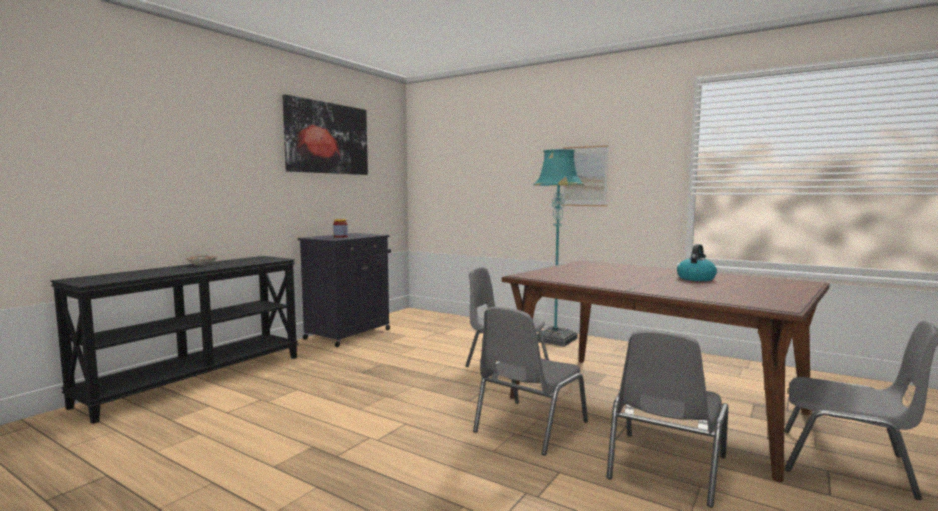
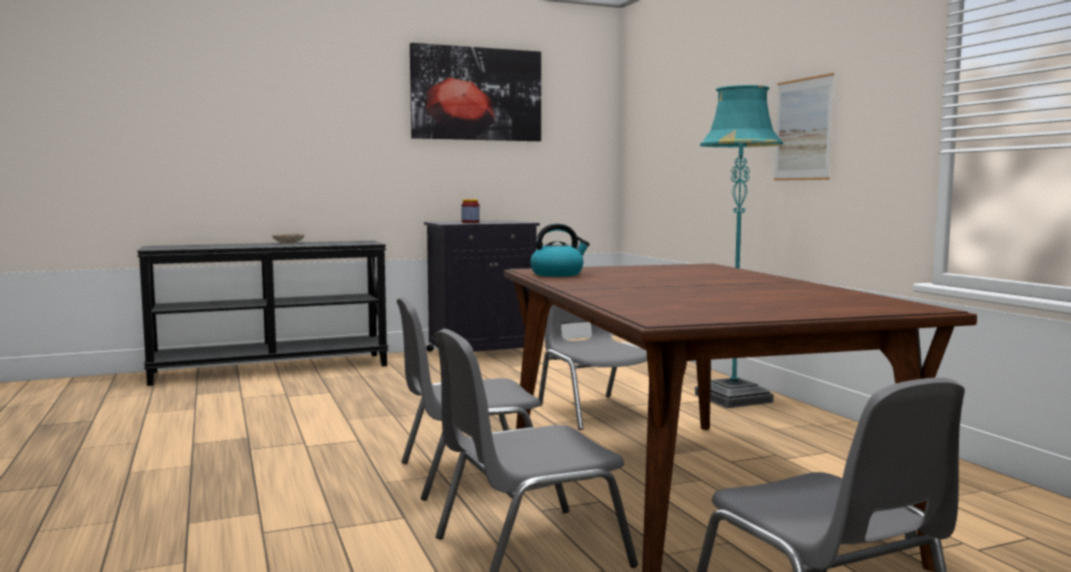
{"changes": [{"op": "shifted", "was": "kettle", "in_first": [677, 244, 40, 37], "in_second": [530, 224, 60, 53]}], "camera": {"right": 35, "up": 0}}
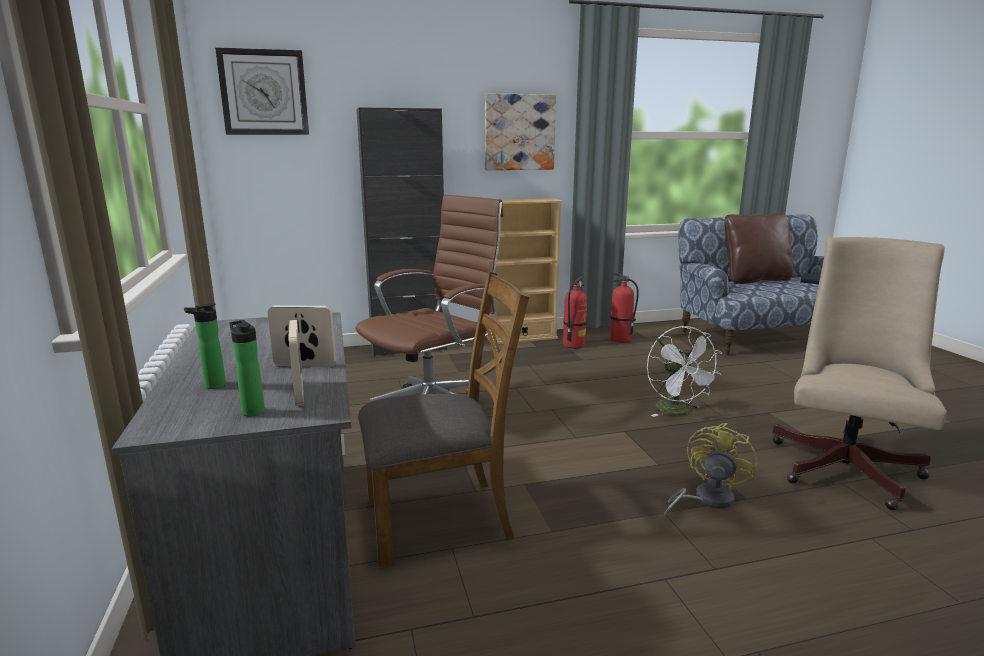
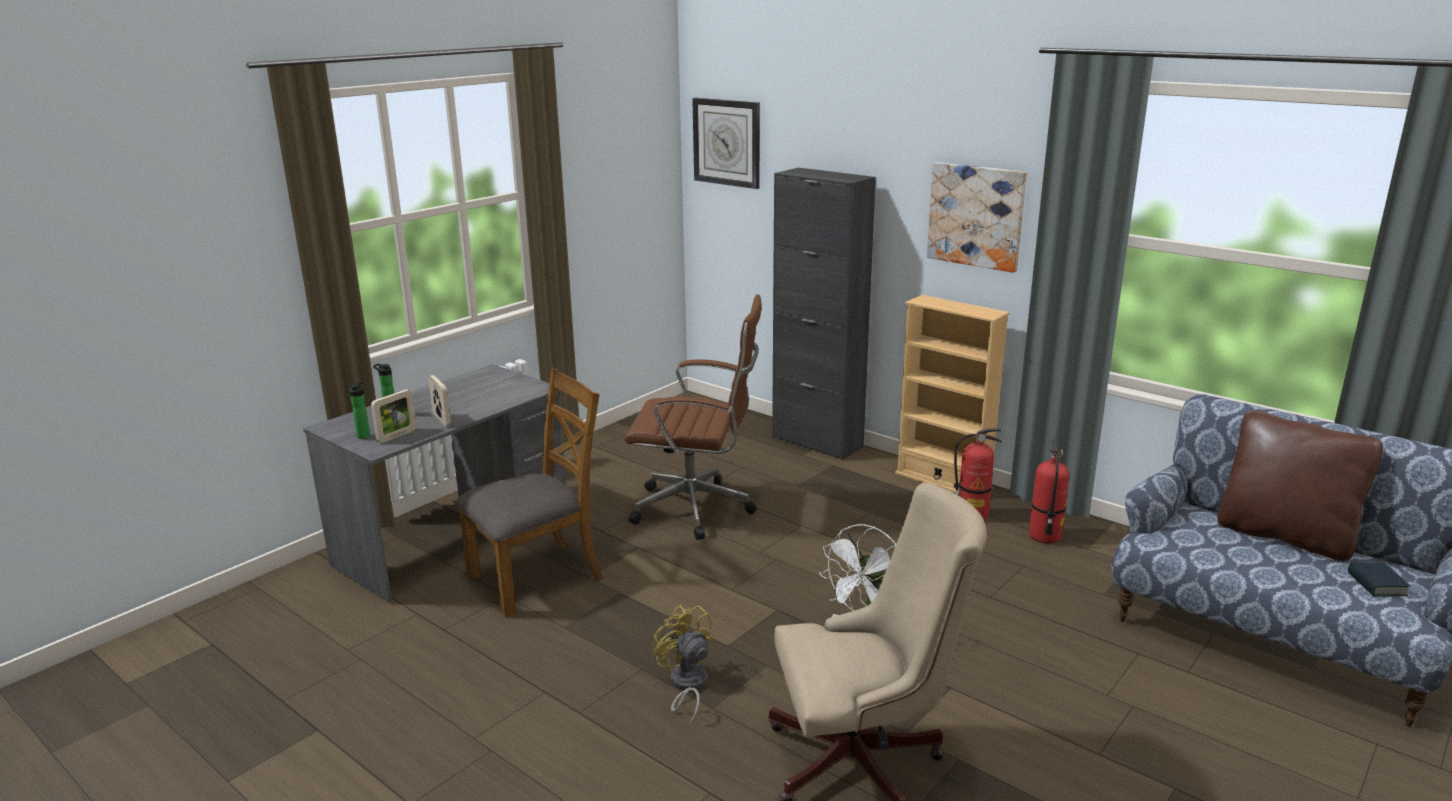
{"changes": [{"op": "rotated", "was": "chair (brown)", "in_first": [358, 271, 171, 295], "in_second": [456, 368, 147, 250], "clockwise": -75}, {"op": "rotated", "was": "fan (yellow)", "in_first": [664, 423, 93, 94], "in_second": [653, 605, 60, 120], "clockwise": -120}], "camera": {"right": 55, "up": 5}}
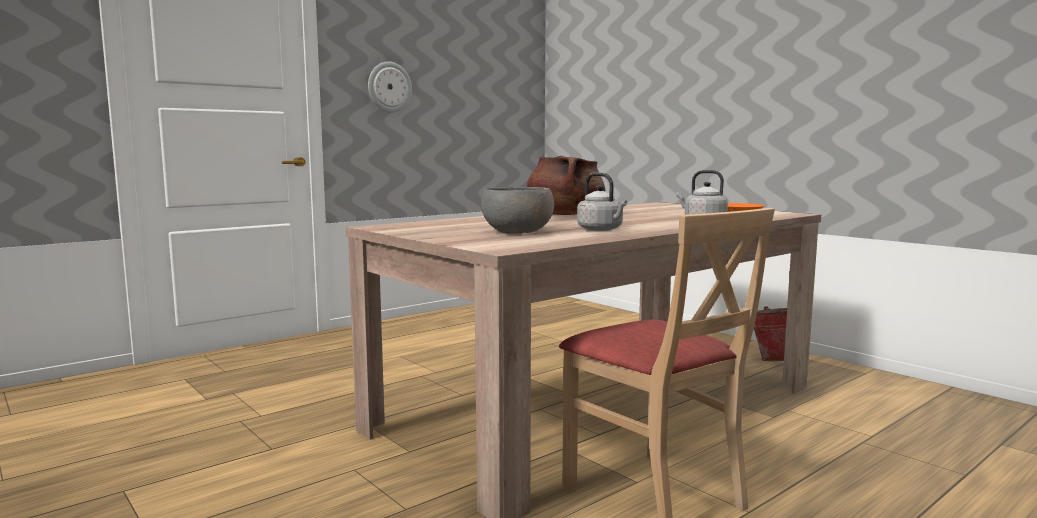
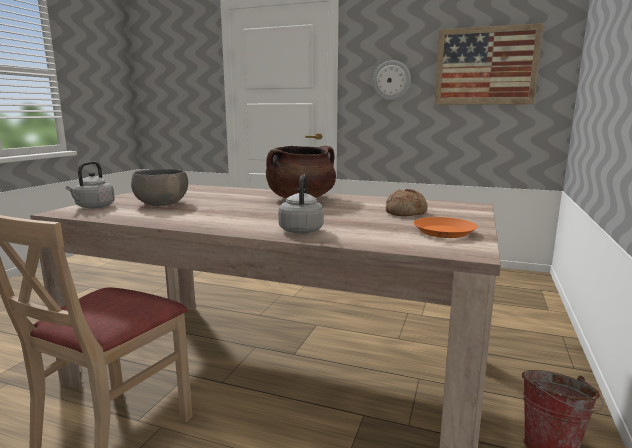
{"changes": [{"op": "shifted", "was": "kettle (grey)", "in_first": [577, 172, 50, 59], "in_second": [66, 161, 49, 48]}, {"op": "new", "now": "bread", "in_second": [385, 189, 43, 27]}, {"op": "new", "now": "picture", "in_second": [434, 23, 109, 82]}], "camera": {"right": 60, "up": 5}}
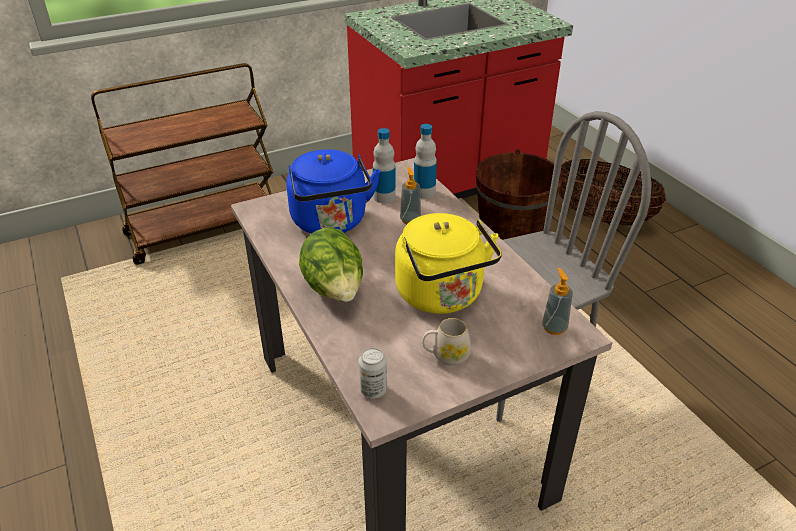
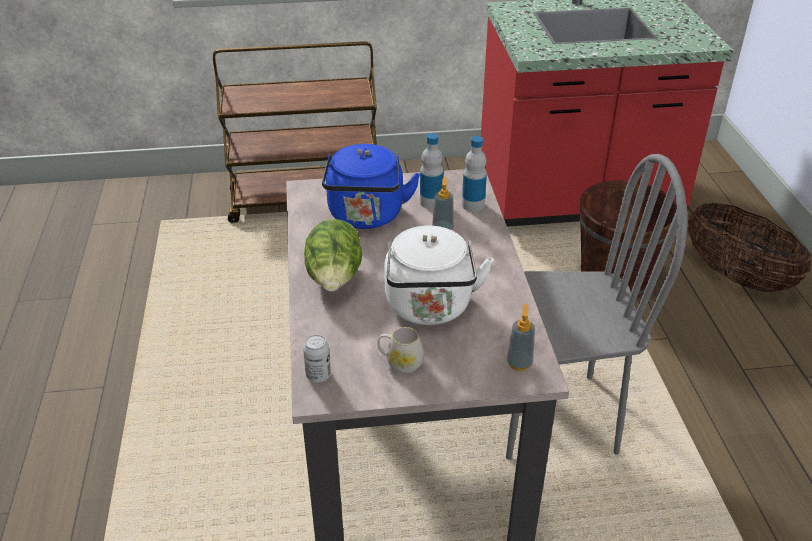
{"changes": [{"op": "repainted", "was": "kettle (yellow)", "now": "kettle (white)", "in_first": [395, 213, 107, 101], "in_second": [384, 226, 110, 99]}], "camera": {"right": 20, "up": 0}}
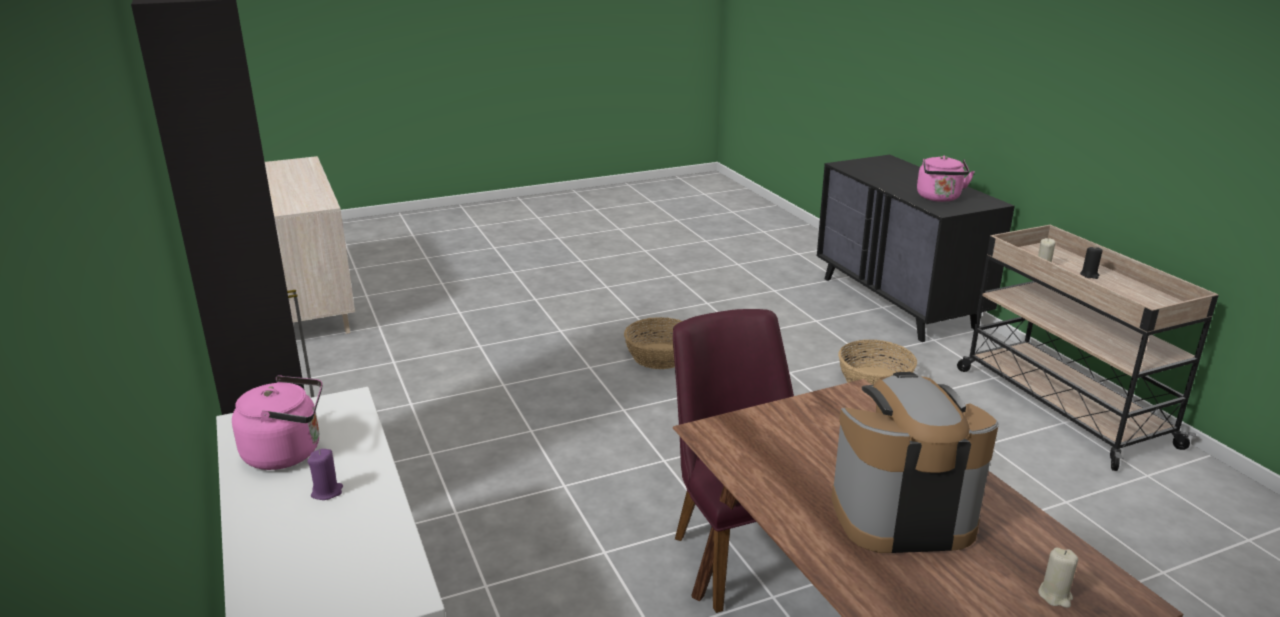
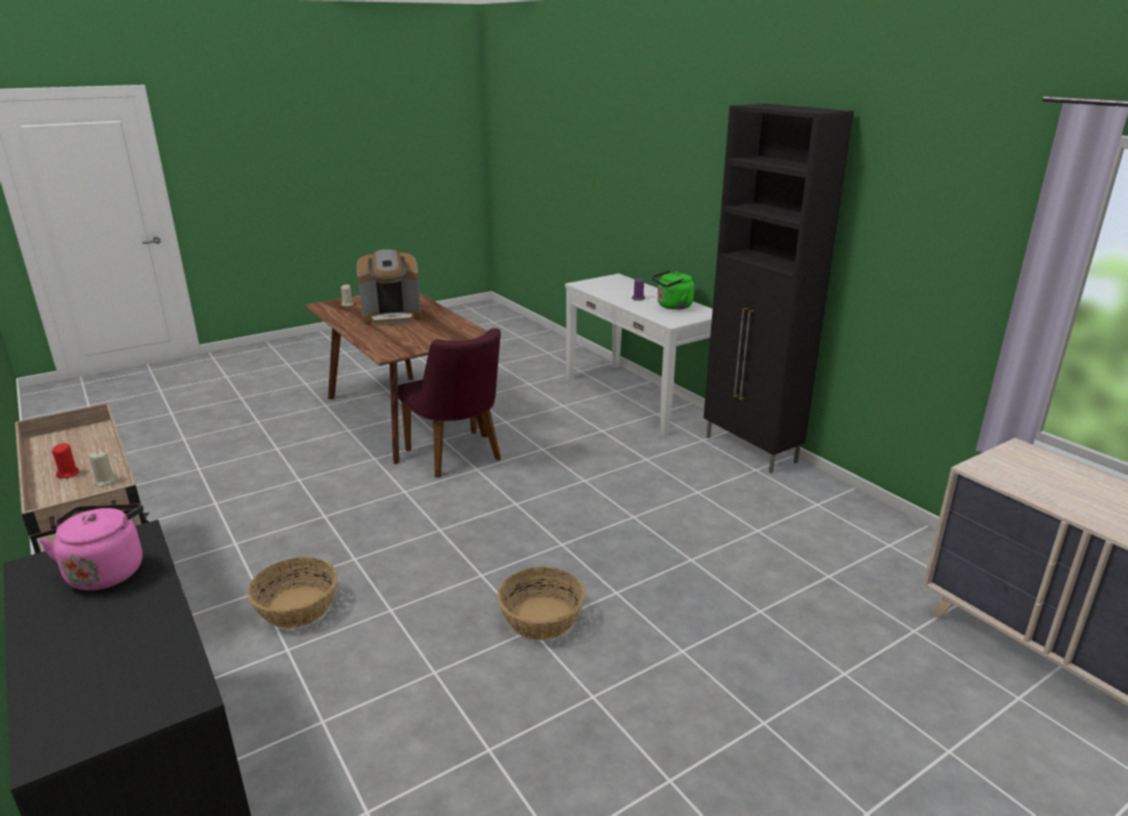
{"changes": [{"op": "repainted", "was": "candle (black)", "now": "candle (red)", "in_first": [1080, 247, 23, 32], "in_second": [52, 443, 27, 35]}, {"op": "repainted", "was": "kettle (pink)", "now": "kettle (green)", "in_first": [232, 375, 91, 95], "in_second": [652, 270, 42, 40]}], "camera": {"right": 170, "up": 0}}
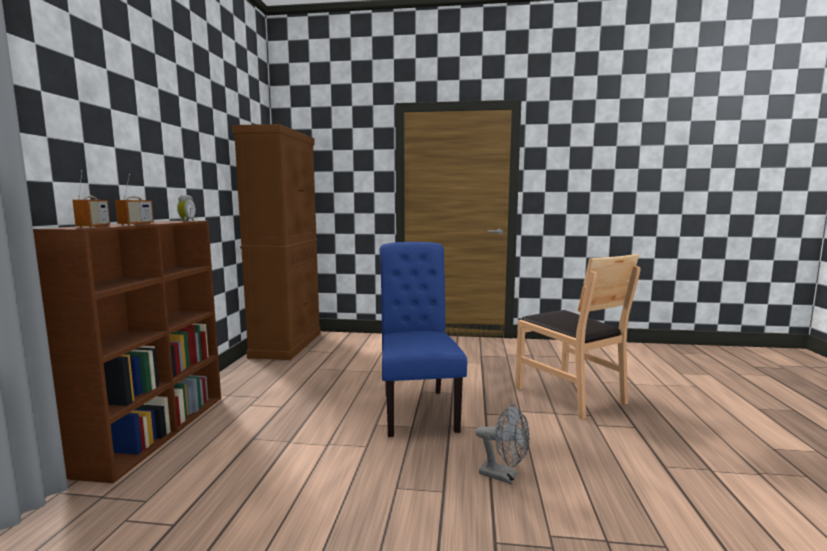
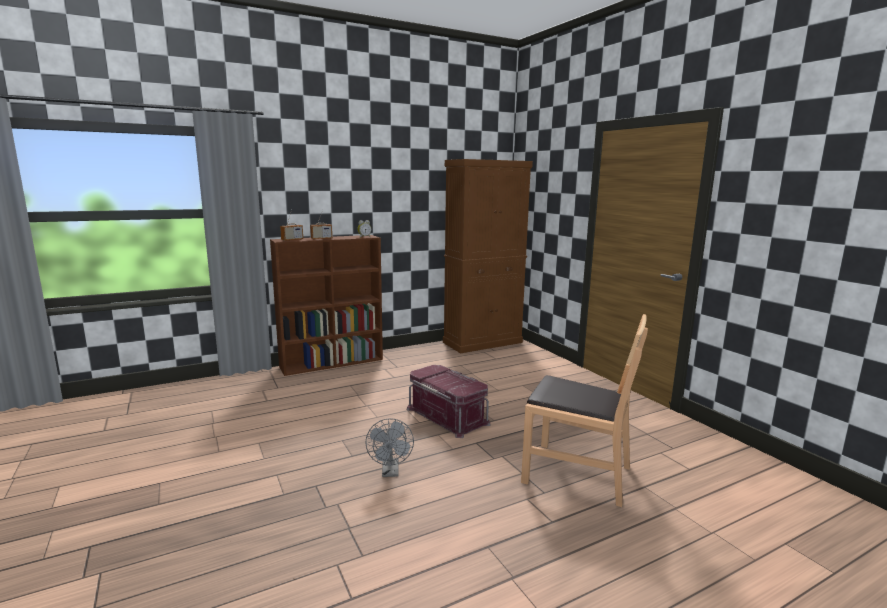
{"changes": [{"op": "swapped", "was": "chair (blue)", "now": "storage box (red)", "in_first": [379, 242, 88, 195], "in_second": [407, 365, 83, 73]}, {"op": "rotated", "was": "chair (brown)", "in_first": [515, 254, 126, 165], "in_second": [521, 314, 127, 193], "clockwise": -90}], "camera": {"right": 55, "up": 5}}
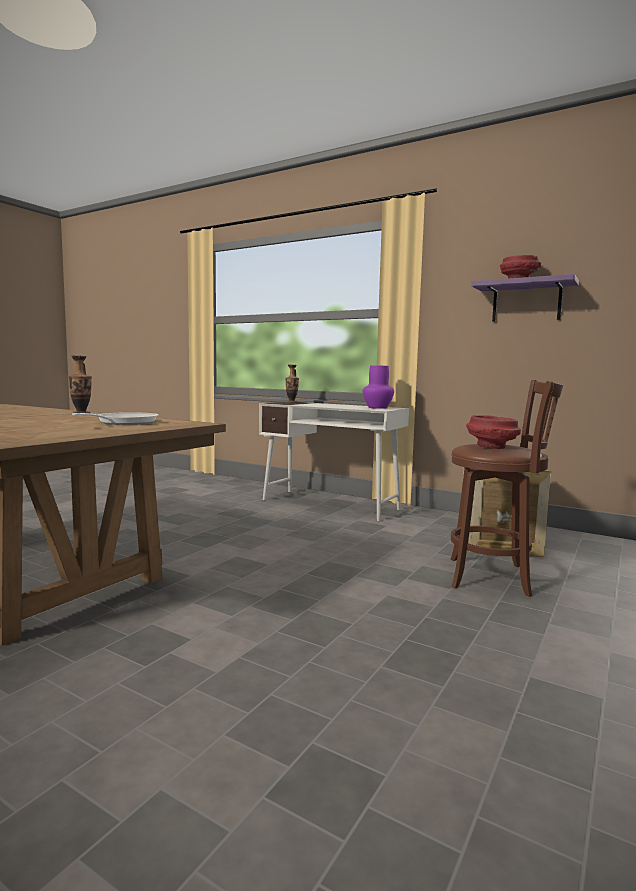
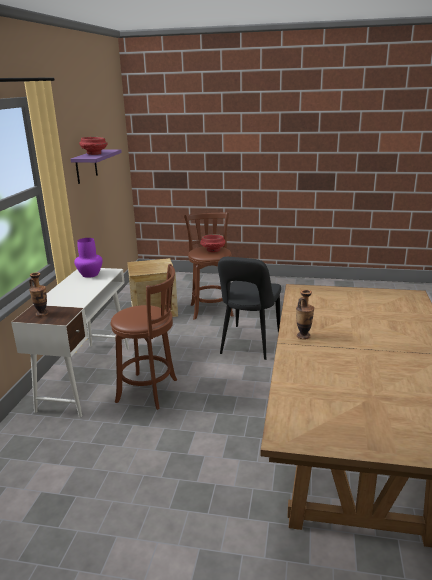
{"changes": [{"op": "new", "now": "stool (brown)", "in_second": [111, 264, 66, 146]}, {"op": "new", "now": "chair (black)", "in_second": [218, 257, 63, 103]}, {"op": "gone", "was": "frying pan", "in_first": [72, 412, 86, 13]}], "camera": {"right": -110, "up": 15}}
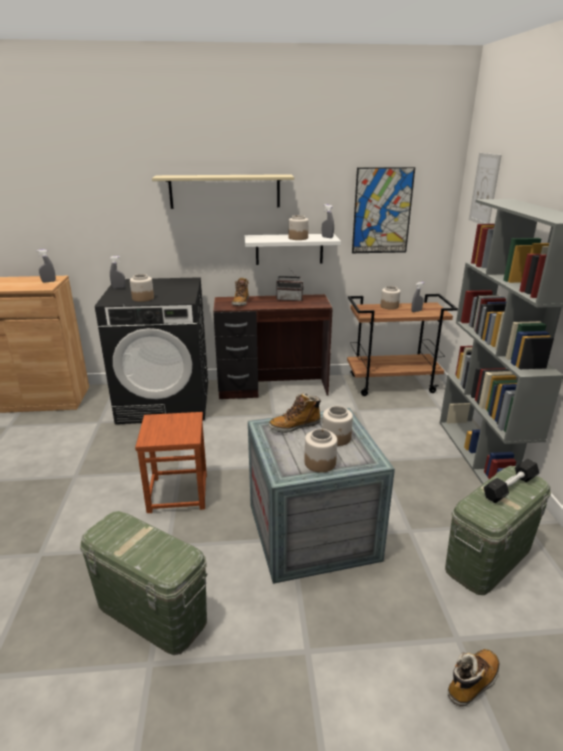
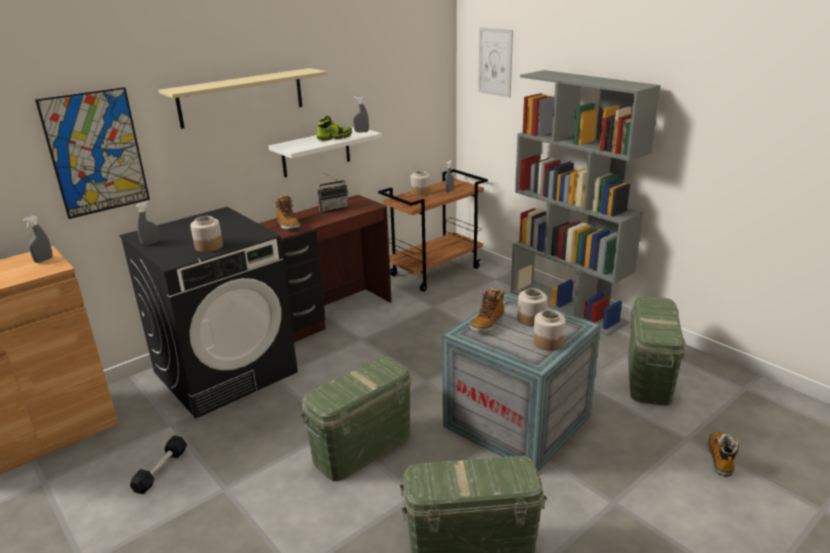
{"changes": [{"op": "shifted", "was": "picture", "in_first": [352, 167, 63, 86], "in_second": [35, 87, 115, 132]}, {"op": "shifted", "was": "dumbbell (black)", "in_first": [484, 459, 55, 44], "in_second": [130, 435, 57, 59]}, {"op": "swapped", "was": "stool (brown)", "now": "storage box (green)", "in_first": [135, 412, 72, 101], "in_second": [301, 357, 111, 124]}, {"op": "swapped", "was": "jar", "now": "shoe", "in_first": [288, 215, 21, 25], "in_second": [317, 115, 35, 26]}], "camera": {"right": -35, "up": 0}}
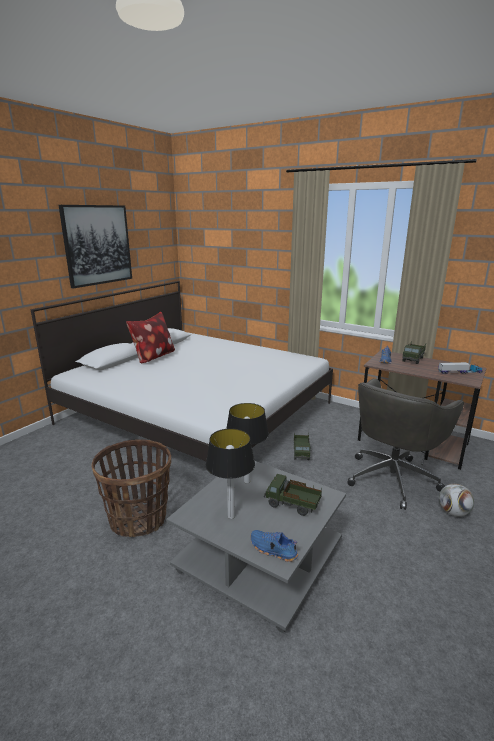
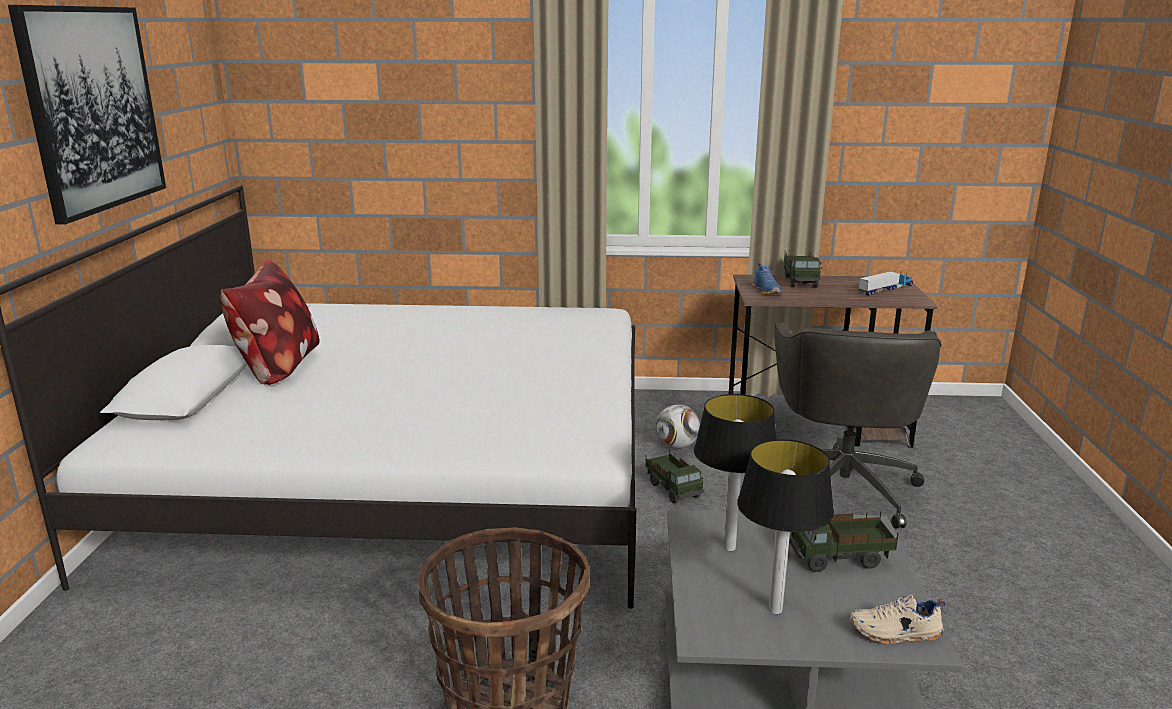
{"changes": [{"op": "shifted", "was": "football", "in_first": [439, 484, 35, 33], "in_second": [656, 404, 44, 45]}, {"op": "repainted", "was": "shoe (blue)", "now": "shoe (beige)", "in_first": [251, 530, 47, 32], "in_second": [850, 594, 96, 51]}], "camera": {"right": -30, "up": 0}}
